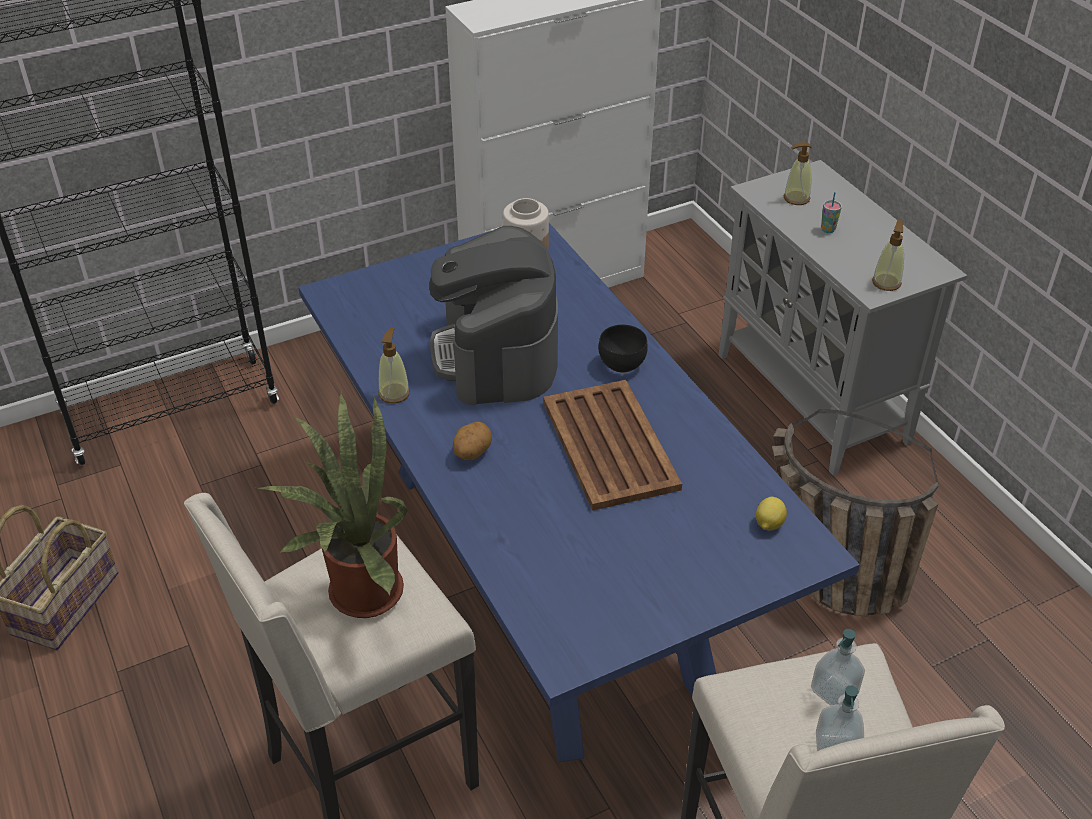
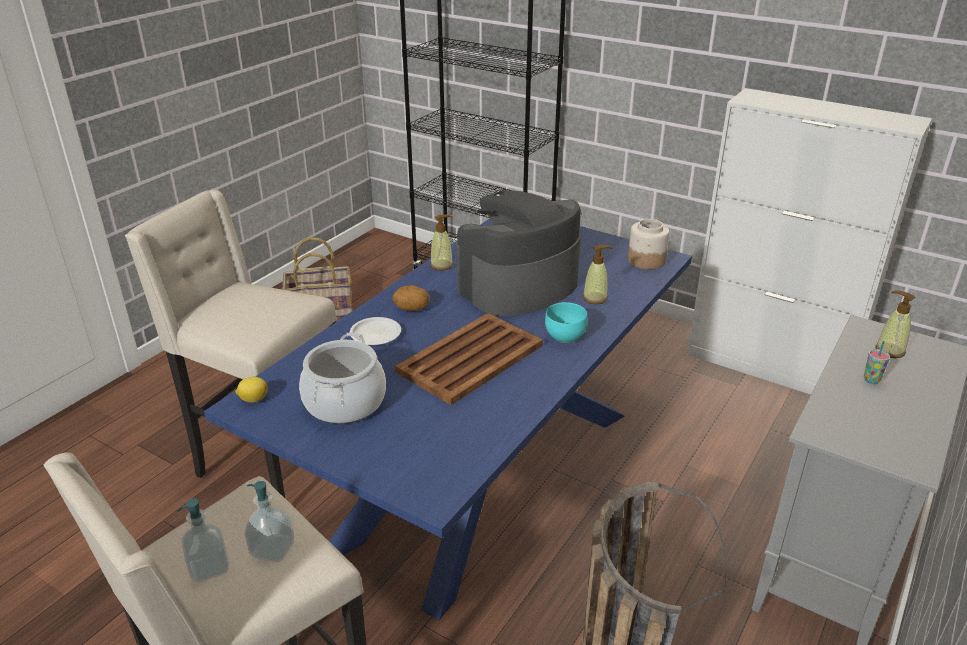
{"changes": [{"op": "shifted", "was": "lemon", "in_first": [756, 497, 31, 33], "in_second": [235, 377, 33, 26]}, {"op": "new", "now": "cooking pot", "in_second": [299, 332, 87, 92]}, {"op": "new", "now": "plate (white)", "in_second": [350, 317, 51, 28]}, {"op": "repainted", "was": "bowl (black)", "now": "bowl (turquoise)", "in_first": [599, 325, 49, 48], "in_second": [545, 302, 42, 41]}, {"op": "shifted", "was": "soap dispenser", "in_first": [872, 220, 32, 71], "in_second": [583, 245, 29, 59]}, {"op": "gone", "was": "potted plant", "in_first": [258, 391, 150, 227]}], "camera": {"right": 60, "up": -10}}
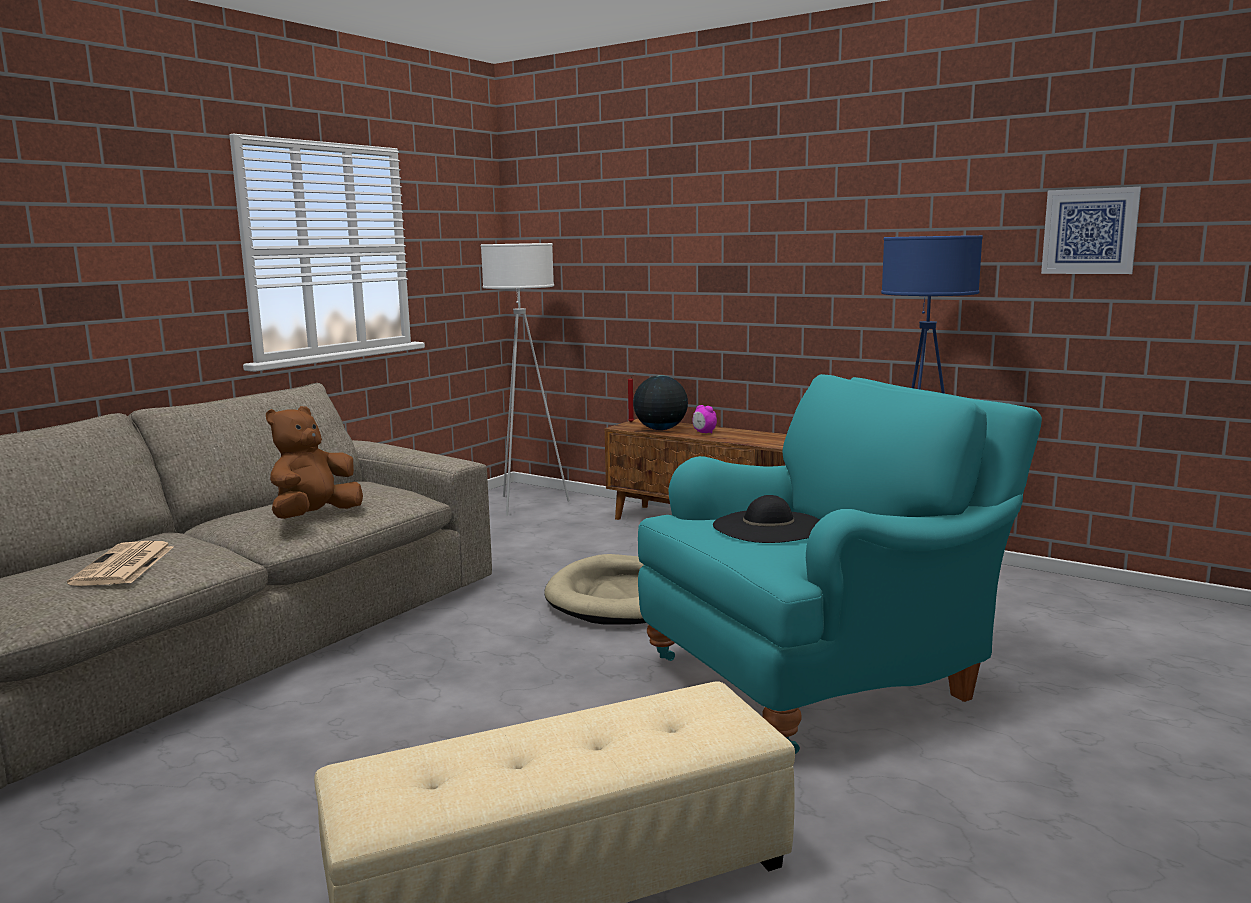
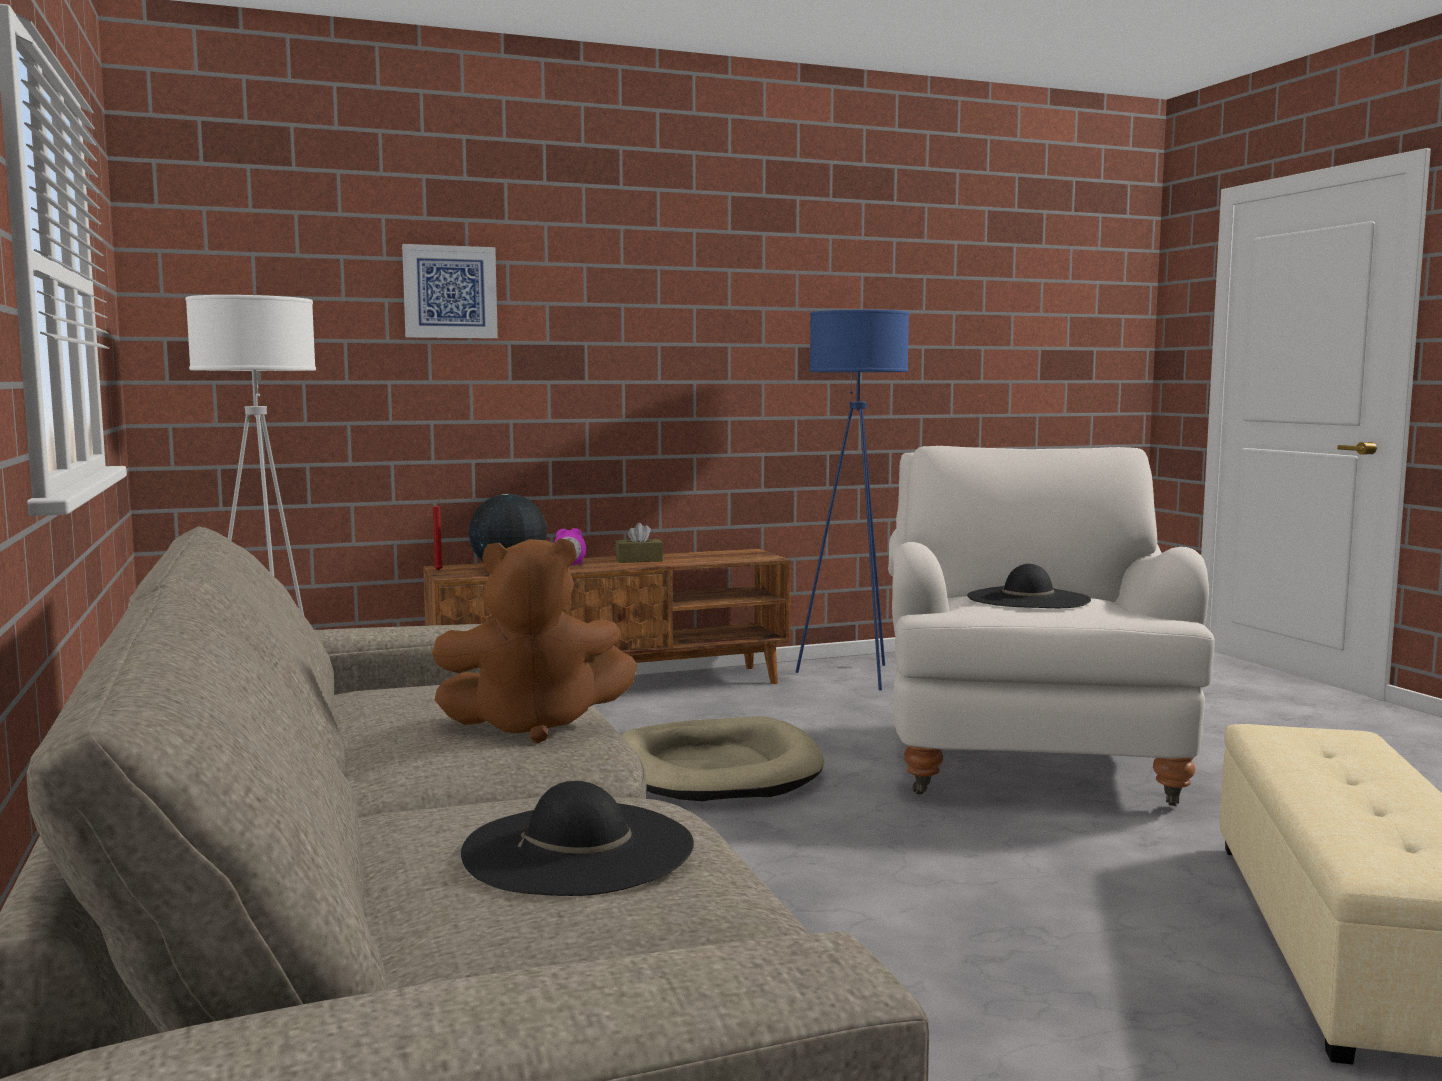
{"changes": [{"op": "shifted", "was": "picture", "in_first": [1041, 187, 100, 87], "in_second": [402, 244, 96, 95]}, {"op": "rotated", "was": "plush toy (brown)", "in_first": [266, 406, 97, 113], "in_second": [432, 538, 205, 205], "clockwise": -75}, {"op": "swapped", "was": "newspaper", "now": "hat (black)", "in_first": [67, 541, 106, 45], "in_second": [461, 781, 233, 115]}, {"op": "new", "now": "tissue box (brown)", "in_second": [615, 523, 48, 40]}, {"op": "repainted", "was": "armchair (turquoise)", "now": "armchair (white)", "in_first": [638, 374, 404, 380], "in_second": [888, 446, 327, 360]}], "camera": {"right": -55, "up": -5}}
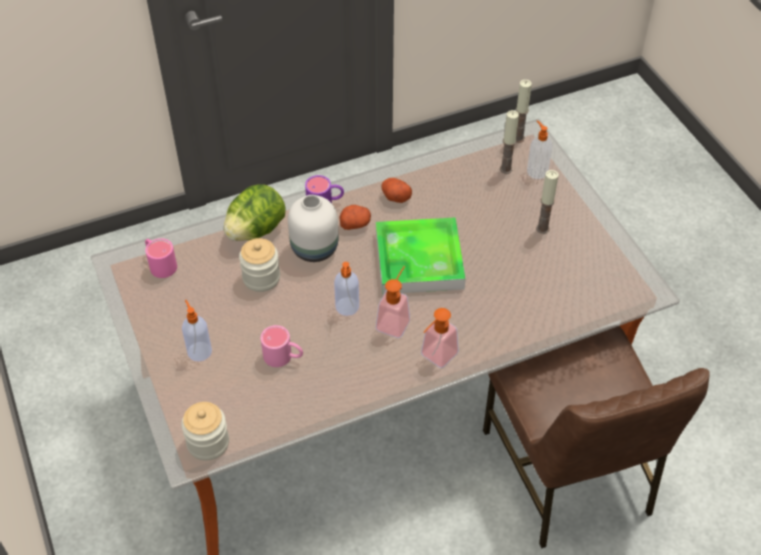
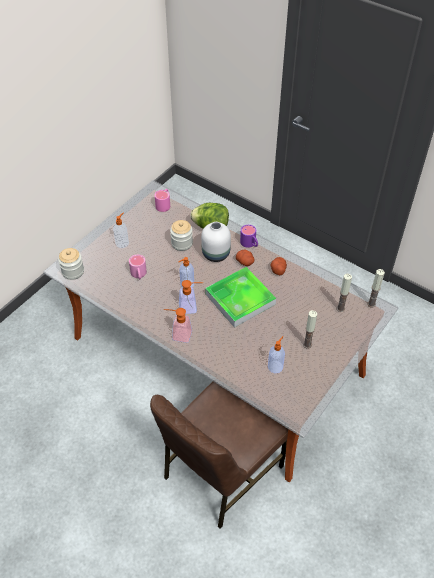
{"changes": [{"op": "shifted", "was": "soap dispenser", "in_first": [527, 120, 25, 59], "in_second": [268, 336, 17, 37]}], "camera": {"right": 60, "up": 0}}
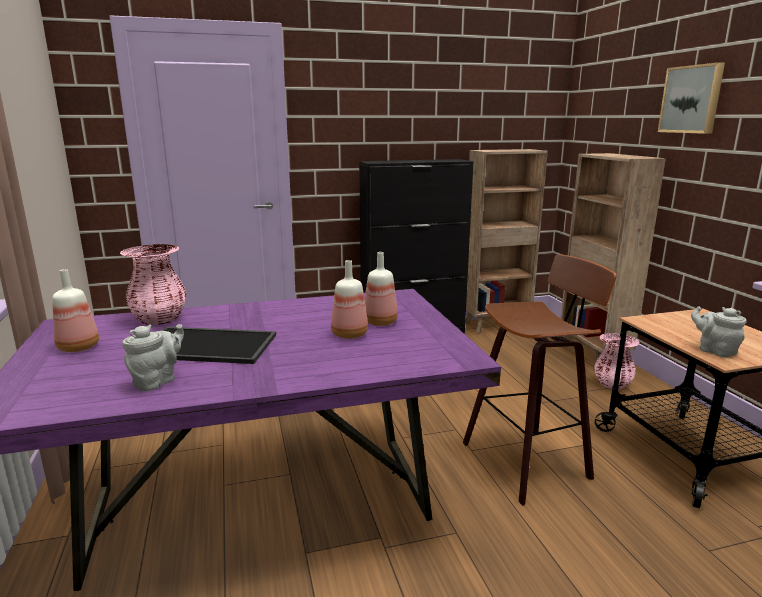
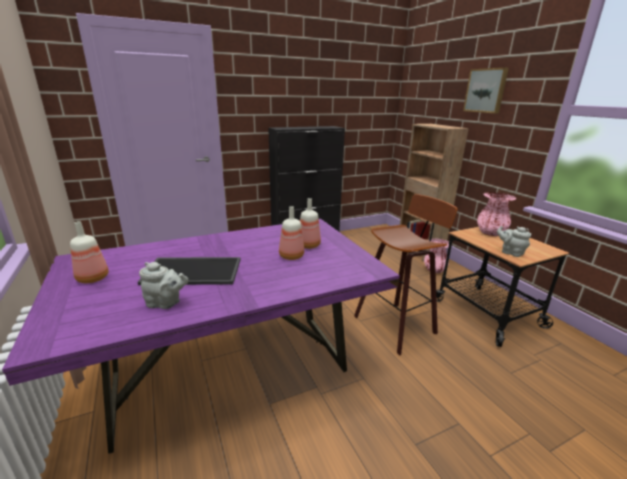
{"changes": [{"op": "rotated", "was": "teapot (grey)", "in_first": [122, 324, 62, 67], "in_second": [139, 262, 50, 47], "clockwise": 75}, {"op": "shifted", "was": "vase (pink)", "in_first": [120, 244, 66, 81], "in_second": [477, 192, 39, 44]}, {"op": "gone", "was": "bookcase (brown)", "in_first": [465, 149, 83, 185]}], "camera": {"right": -10, "up": 5}}
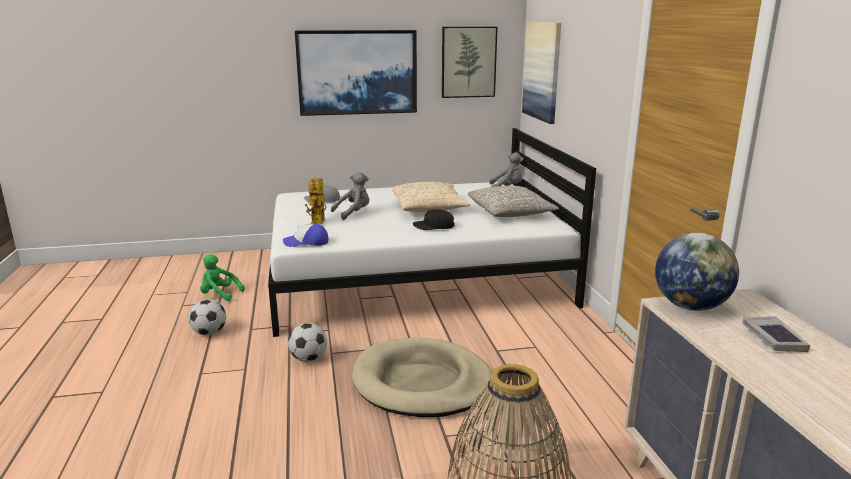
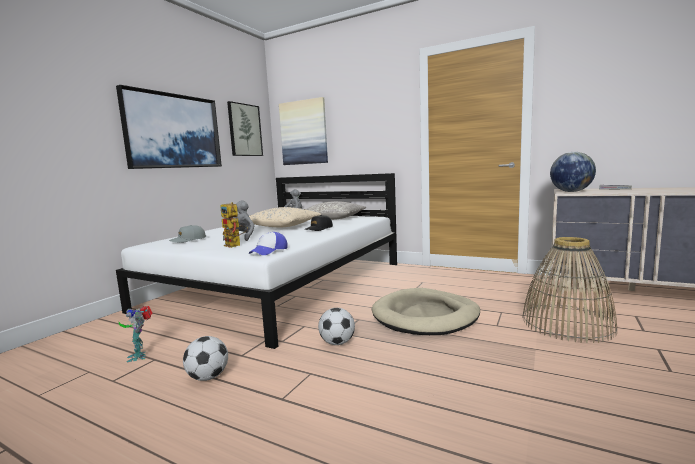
{"changes": [{"op": "swapped", "was": "plush toy (green)", "now": "toy robot", "in_first": [200, 254, 44, 47], "in_second": [119, 306, 34, 56]}], "camera": {"right": -50, "up": -10}}
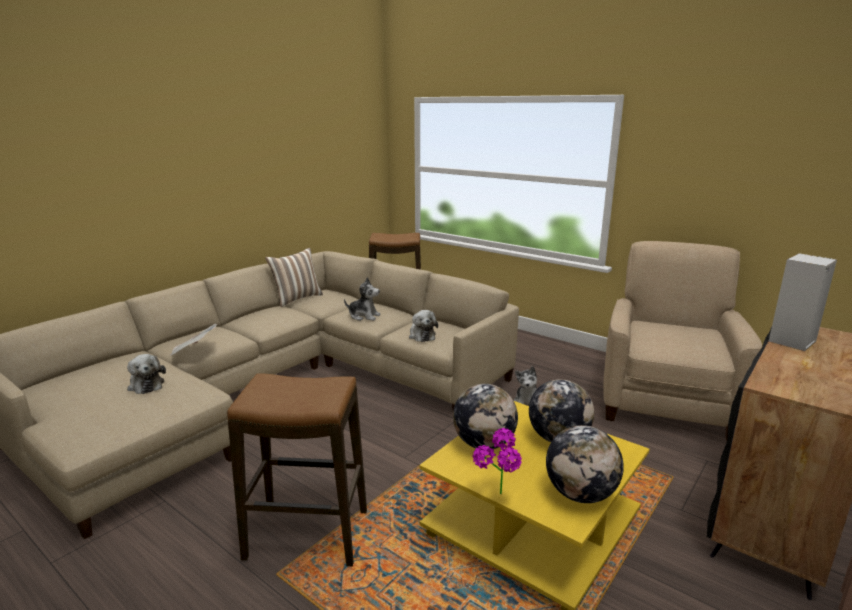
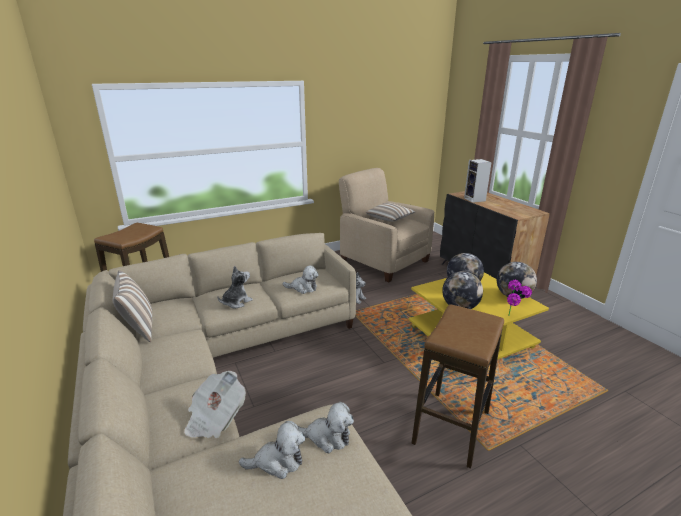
{"changes": [{"op": "new", "now": "plush toy", "in_second": [298, 402, 56, 51]}, {"op": "new", "now": "pillow", "in_second": [366, 203, 49, 19]}], "camera": {"right": -65, "up": 5}}
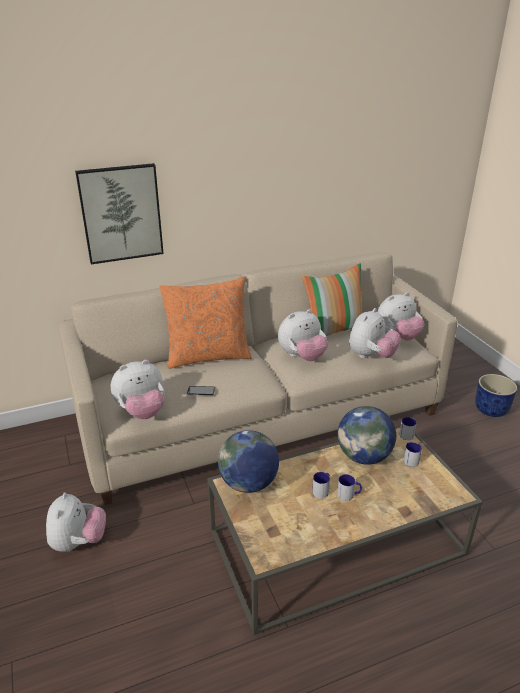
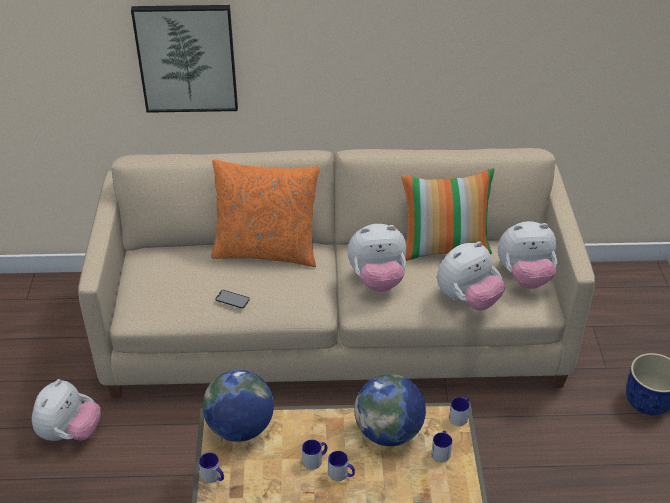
{"changes": [{"op": "new", "now": "mug", "in_second": [199, 452, 25, 31]}, {"op": "gone", "was": "plush toy", "in_first": [111, 360, 53, 59]}], "camera": {"right": 20, "up": 10}}
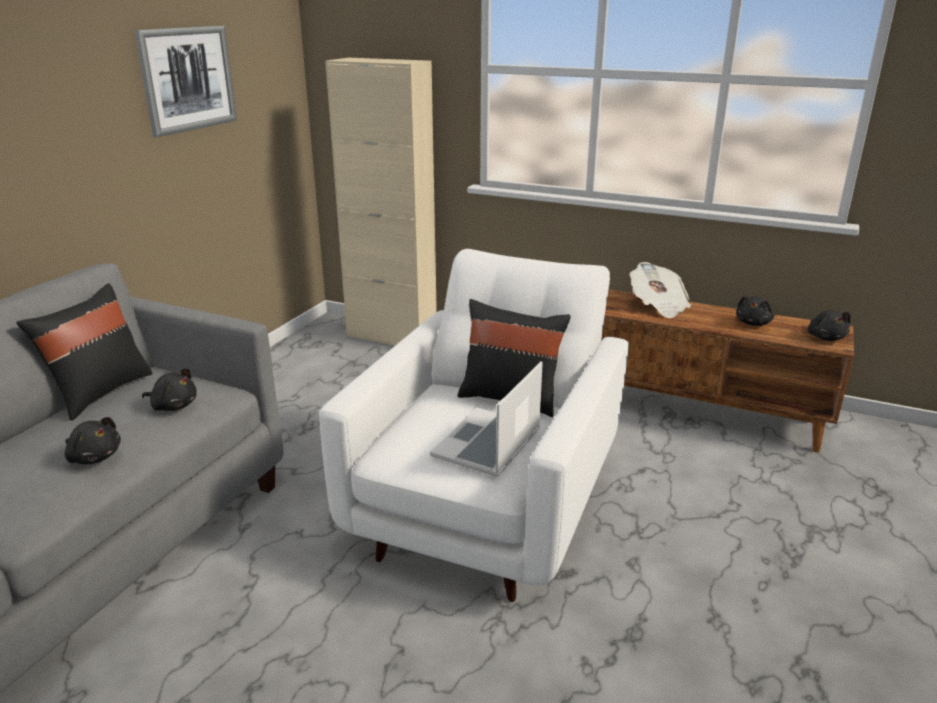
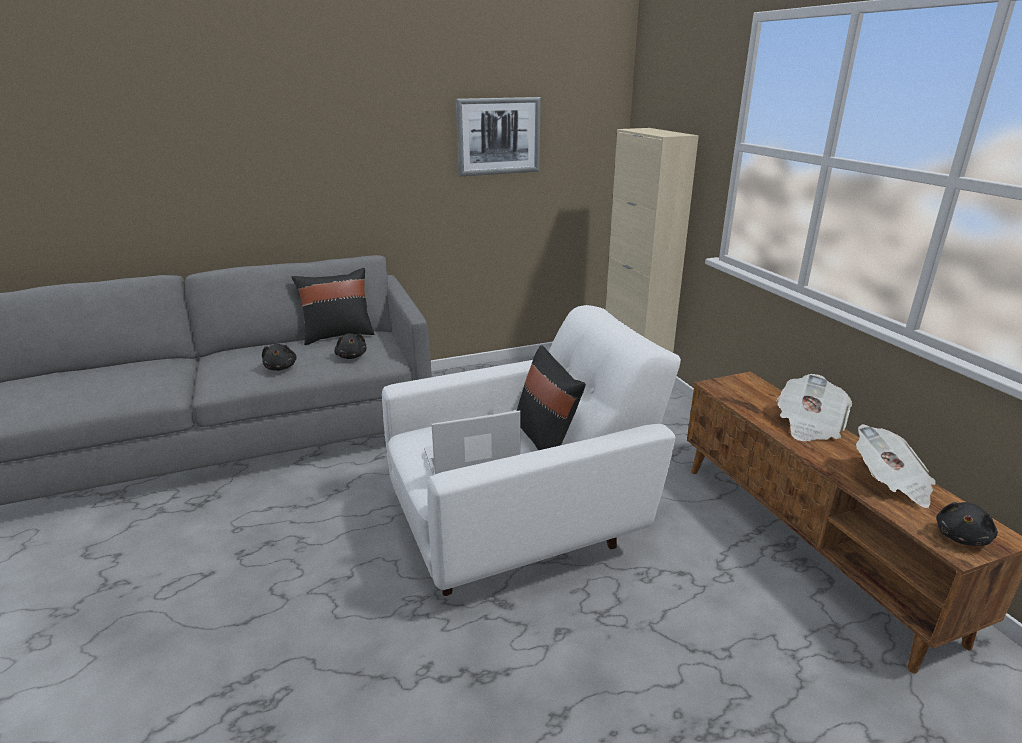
{"changes": [{"op": "swapped", "was": "plush toy (black)", "now": "newspaper", "in_first": [736, 295, 38, 31], "in_second": [856, 424, 80, 84]}], "camera": {"right": 45, "up": 0}}
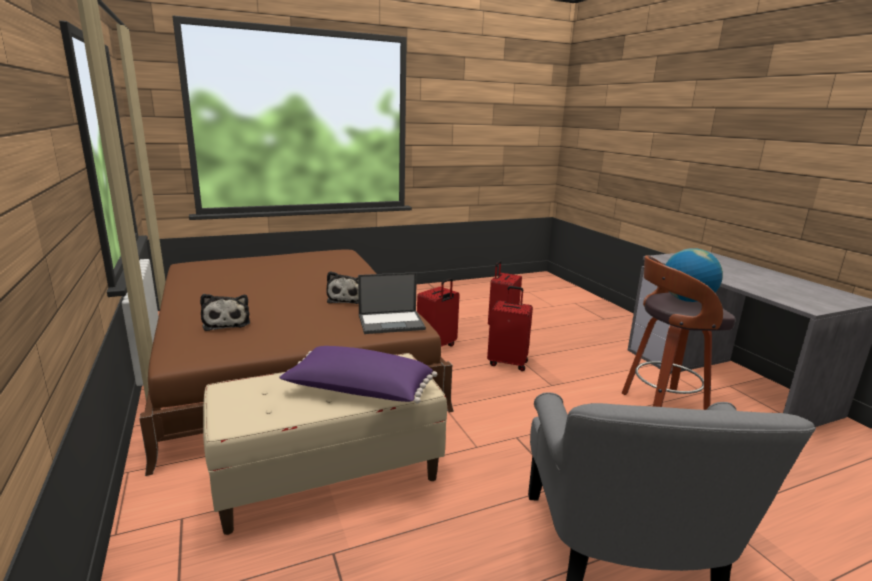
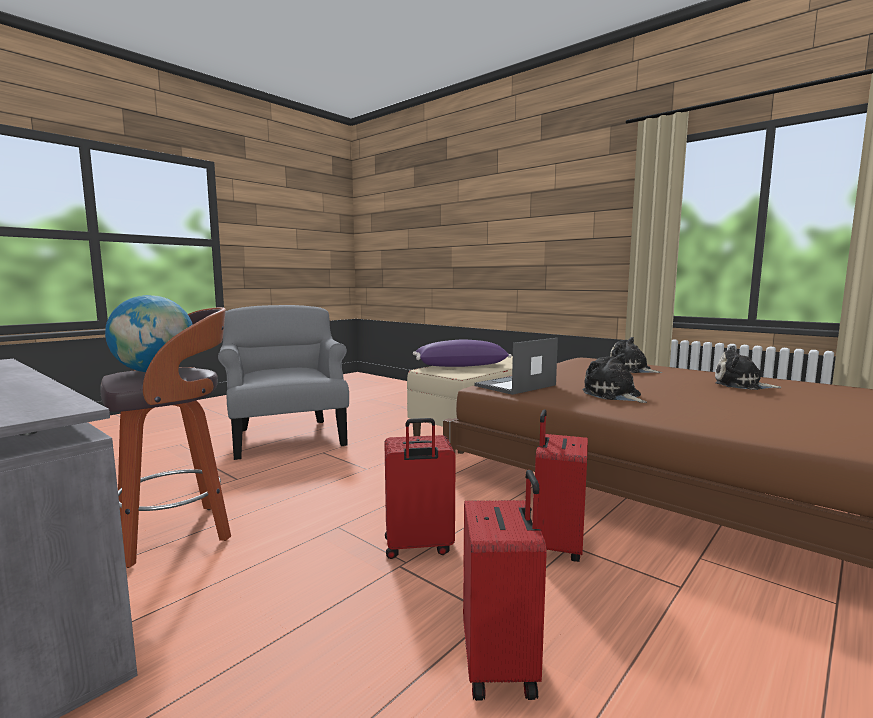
{"changes": [{"op": "new", "now": "plush toy", "in_second": [715, 346, 67, 44]}], "camera": {"right": 155, "up": -10}}
